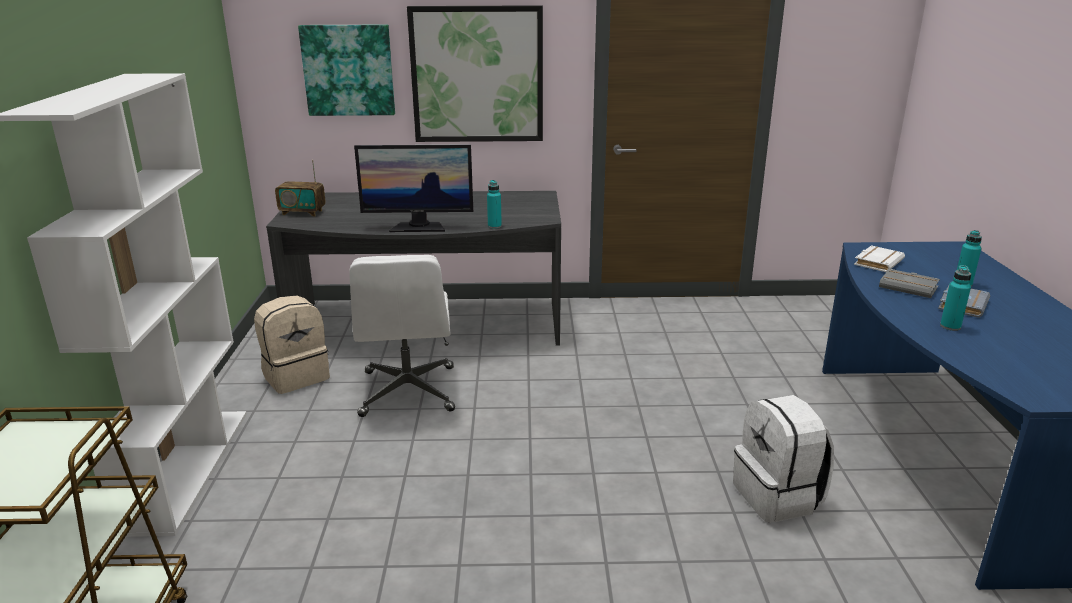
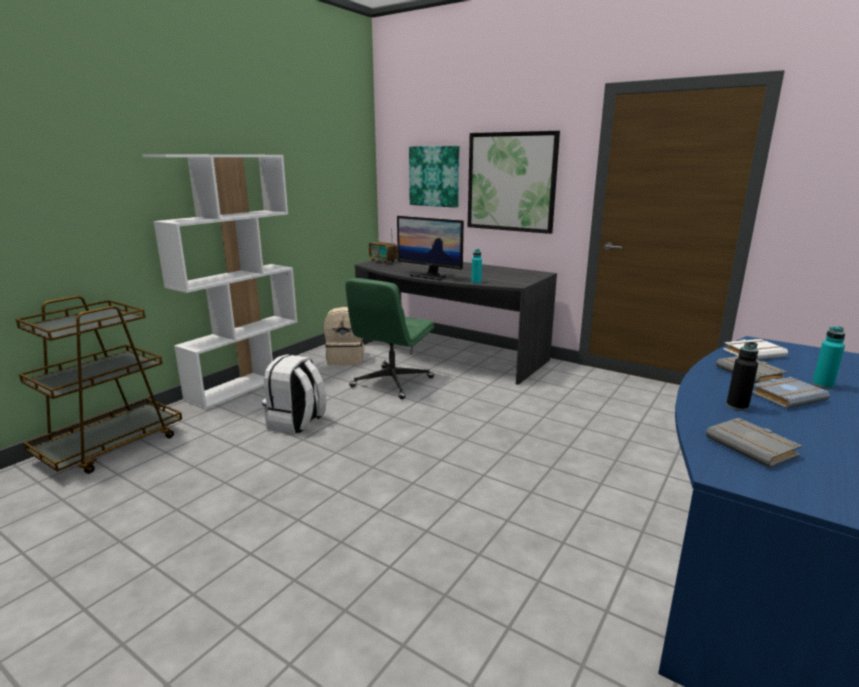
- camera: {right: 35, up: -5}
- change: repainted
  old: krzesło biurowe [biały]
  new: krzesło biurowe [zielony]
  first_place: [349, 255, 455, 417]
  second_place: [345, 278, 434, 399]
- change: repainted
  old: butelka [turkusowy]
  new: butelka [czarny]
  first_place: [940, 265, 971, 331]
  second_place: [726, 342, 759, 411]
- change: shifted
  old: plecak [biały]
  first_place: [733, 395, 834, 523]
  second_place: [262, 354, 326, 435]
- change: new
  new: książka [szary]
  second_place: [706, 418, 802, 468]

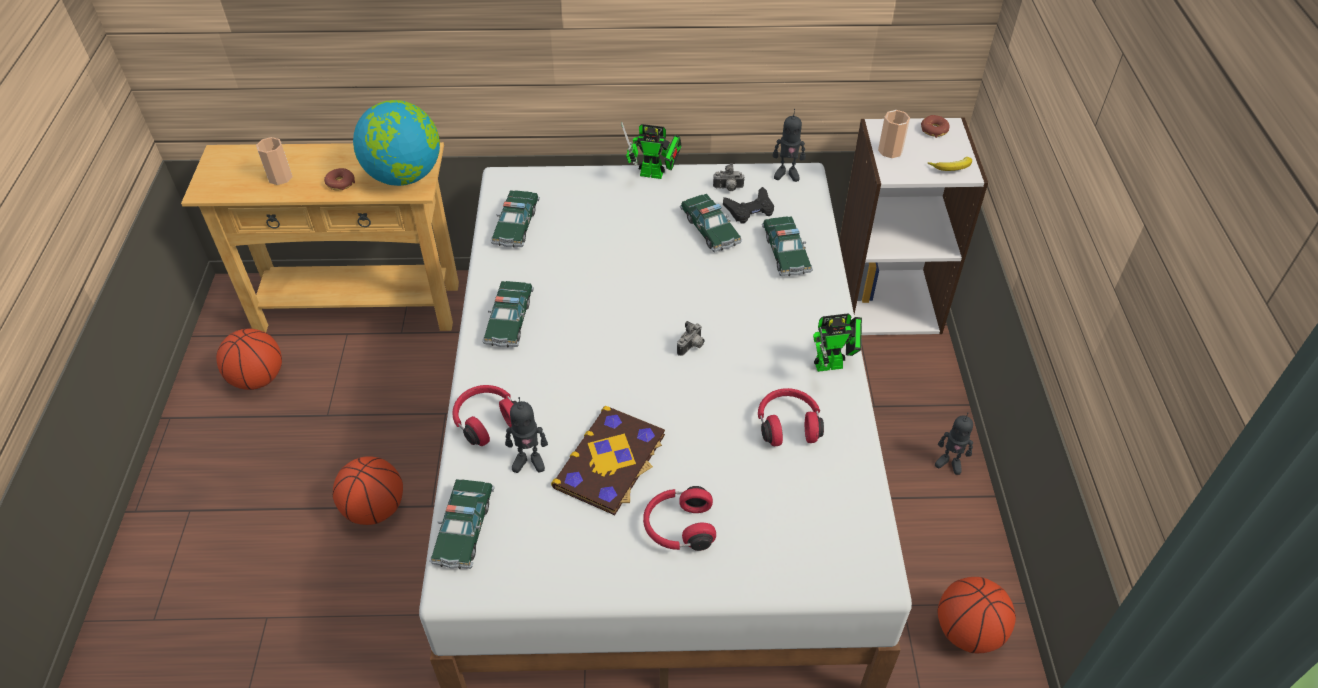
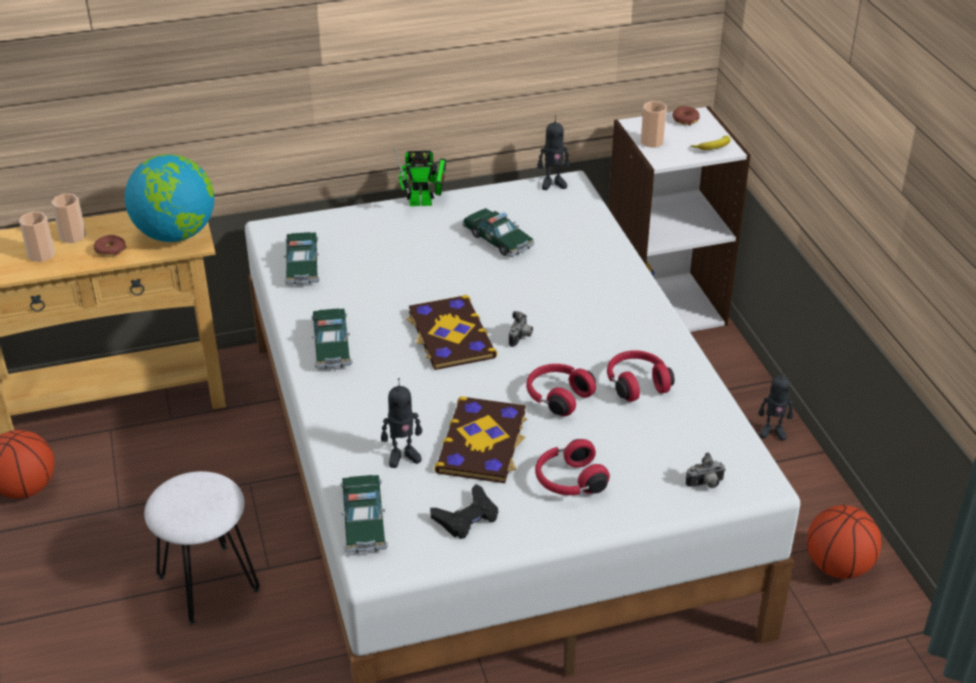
- camera: {right: -15, up: -10}
- change: shifted
  old: aparat fotograficzny
  first_place: [713, 163, 745, 191]
  second_place: [685, 453, 726, 488]
- change: shifted
  old: pad do gier [czarny]
  first_place: [723, 187, 774, 223]
  second_place: [430, 484, 498, 539]
- change: gone
  old: samochodzik
  first_place: [762, 216, 813, 276]
- change: gone
  old: robot zabawkowy
  first_place: [813, 313, 862, 372]
- change: shifted
  old: słuchawki [czerwony]
  first_place: [452, 385, 517, 446]
  second_place: [526, 364, 596, 416]
- change: swapped
  old: piłka do koszykówki
  new: stołek [biały]
  first_place: [333, 456, 403, 525]
  second_place: [144, 471, 260, 624]
- change: new
  new: filiżanka
  second_place: [52, 194, 86, 243]
- change: new
  new: książka
  second_place: [406, 295, 497, 370]

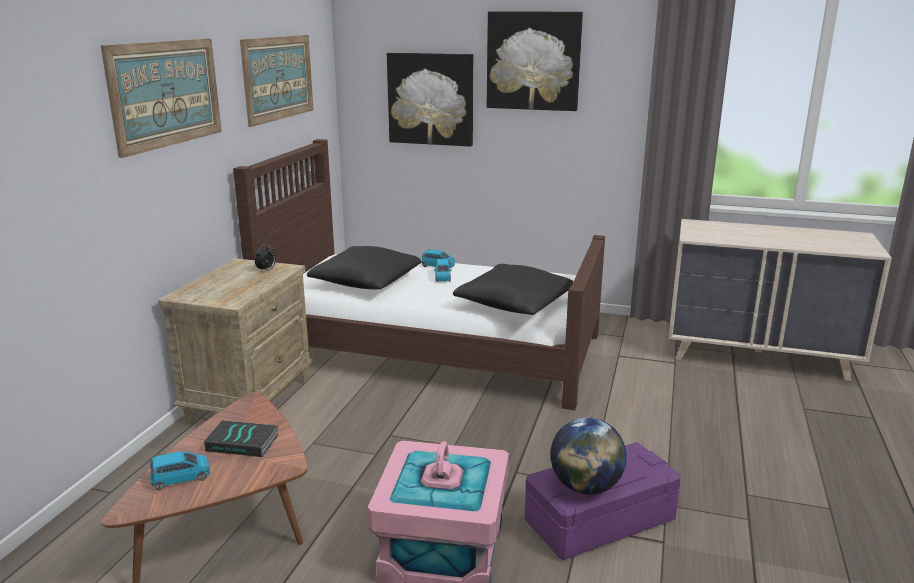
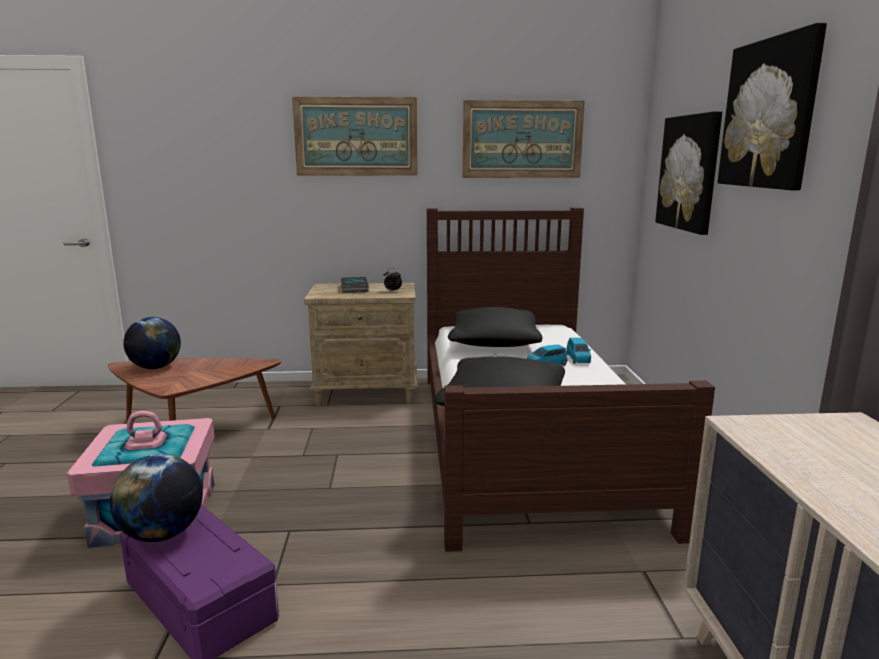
- camera: {right: 70, up: -5}
- change: shifted
  old: książka
  first_place: [204, 420, 278, 457]
  second_place: [341, 277, 369, 293]
- change: swapped
  old: samochodzik [niebieski]
  new: globus
  first_place: [150, 452, 211, 490]
  second_place: [123, 317, 181, 369]

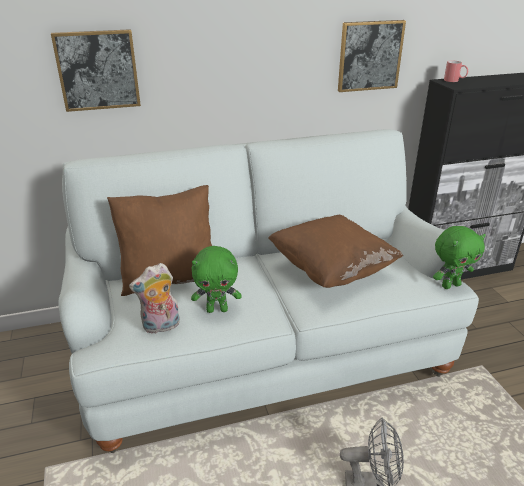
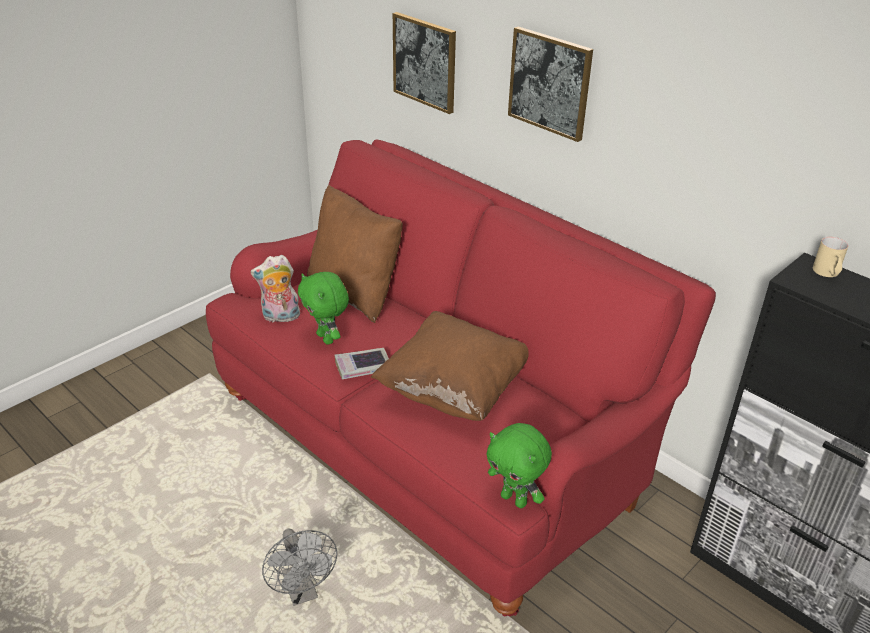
- camera: {right: 60, up: 5}
- change: shifted
  old: obraz
  first_place: [338, 20, 406, 92]
  second_place: [508, 26, 593, 142]
- change: repainted
  old: kubek [czerwony]
  new: kubek [beżowy]
  first_place: [444, 61, 468, 82]
  second_place: [813, 237, 848, 277]
- change: repainted
  old: kanapa [biały]
  new: kanapa [czerwony]
  first_place: [58, 129, 479, 453]
  second_place: [206, 139, 716, 616]
- change: rotated
  old: pluszak
  first_place: [129, 263, 180, 334]
  second_place: [250, 255, 301, 322]
  degrees: -45
- change: new
  new: książka
  second_place: [335, 348, 389, 379]

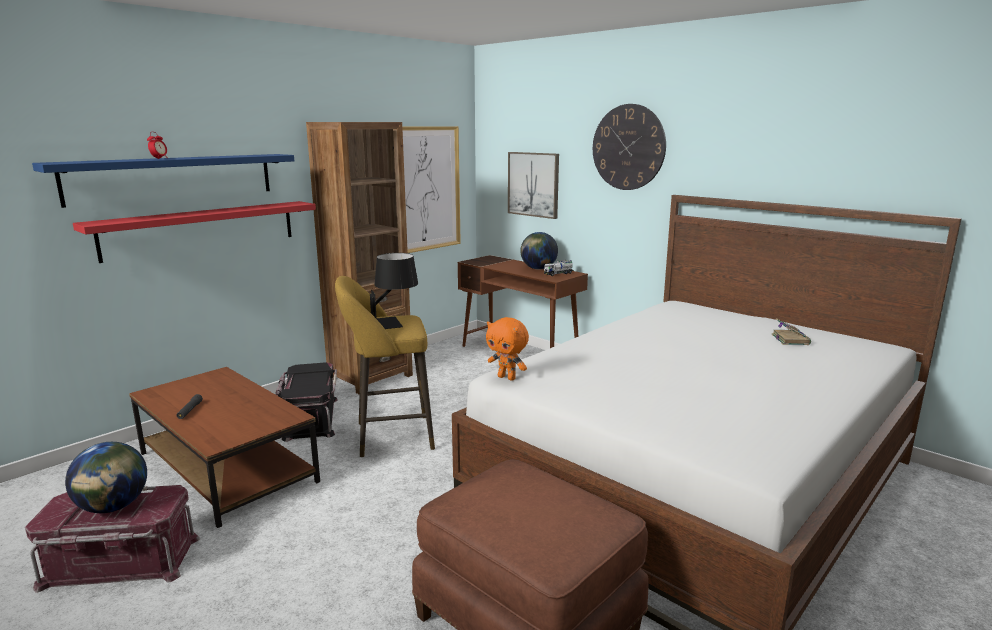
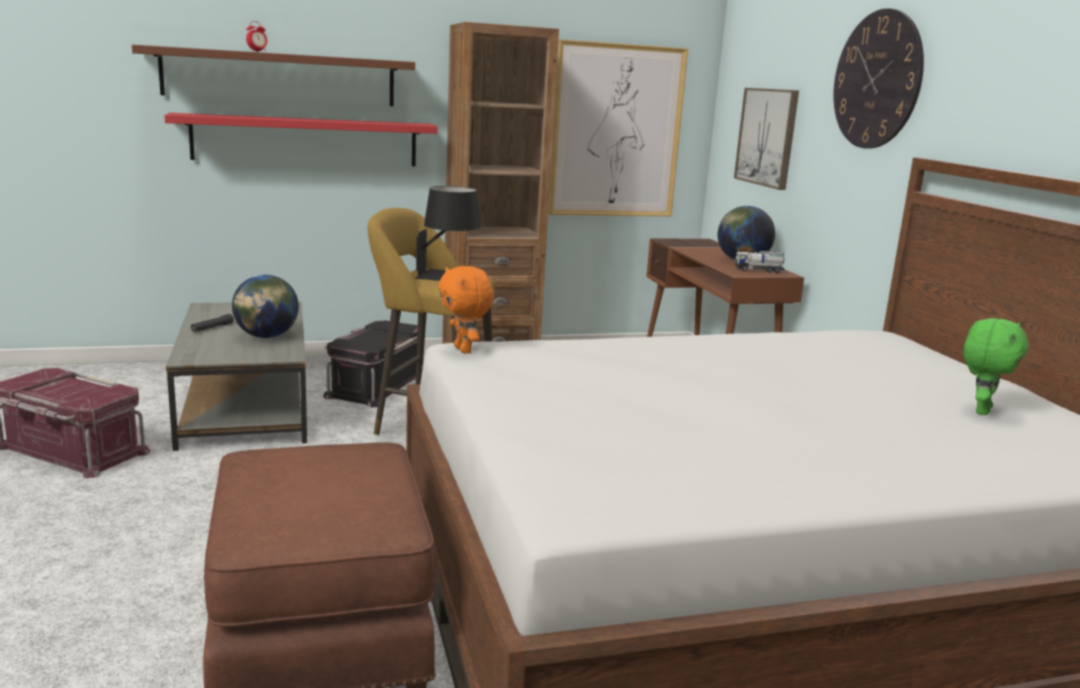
- camera: {right: 30, up: 0}
- change: repainted
  old: półka [niebieski]
  new: półka [brązowy]
  first_place: [32, 154, 294, 208]
  second_place: [132, 45, 415, 106]
- change: swapped
  old: książka
  new: pluszak [zielony]
  first_place: [771, 318, 811, 345]
  second_place: [963, 318, 1029, 415]
- change: repainted
  old: ława [brązowy]
  new: ława [szary]
  first_place: [129, 367, 320, 528]
  second_place: [166, 302, 307, 451]
- change: shifted
  old: globus
  first_place: [65, 442, 147, 513]
  second_place: [232, 275, 299, 338]

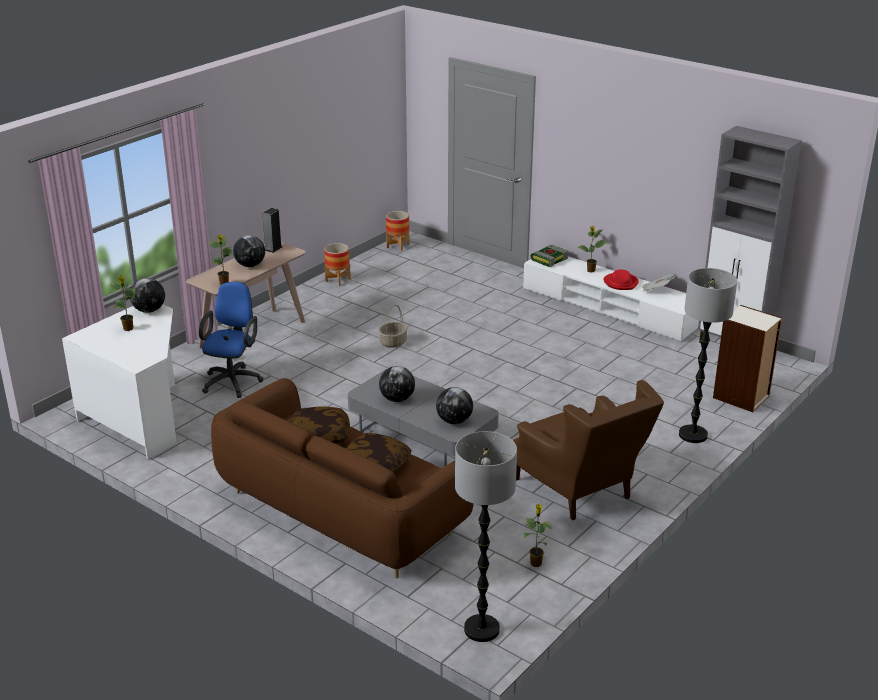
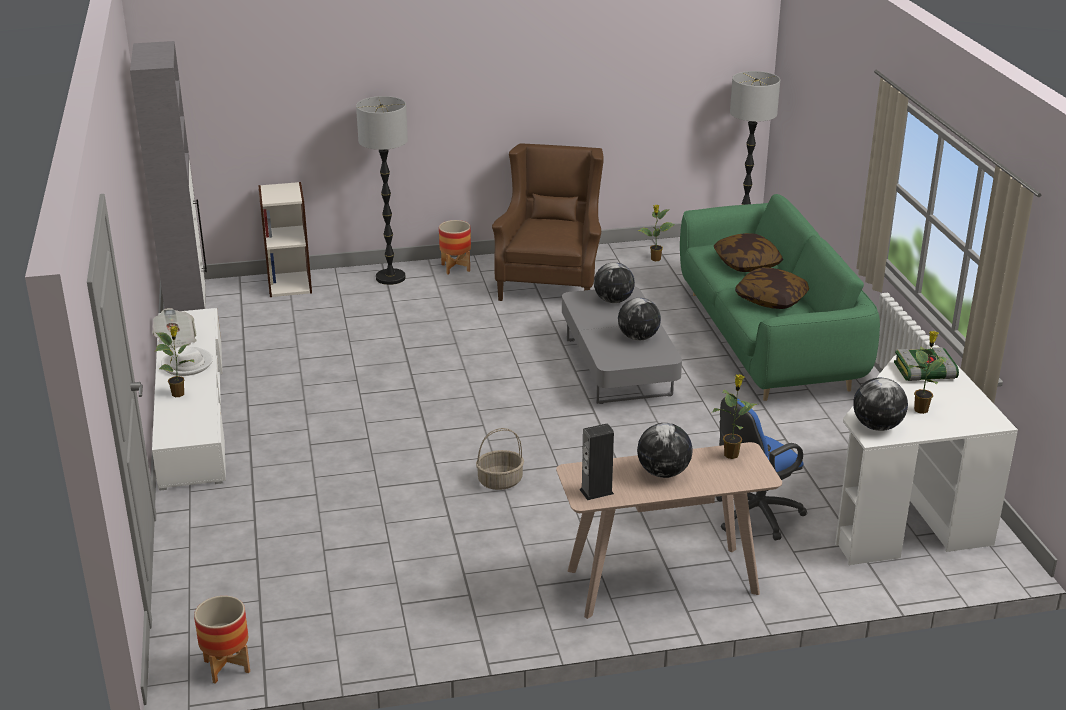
- camera: {right: -140, up: 0}
- change: shifted
  old: donica
  first_place: [324, 243, 351, 286]
  second_place: [439, 220, 471, 275]
- change: shifted
  old: książka
  first_place: [530, 245, 569, 267]
  second_place: [894, 347, 959, 381]
- change: repainted
  old: kapelusz [czerwony]
  new: kapelusz [biały]
  first_place: [604, 269, 639, 290]
  second_place: [161, 347, 213, 376]
- change: repainted
  old: kanapa [brązowy]
  new: kanapa [zielony]
  first_place: [211, 378, 474, 578]
  second_place: [680, 194, 880, 401]

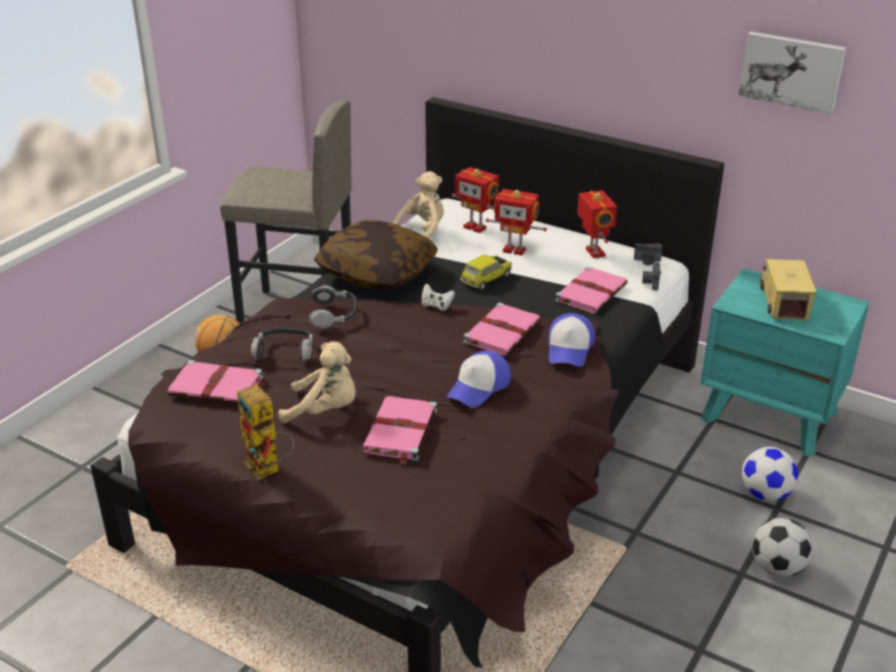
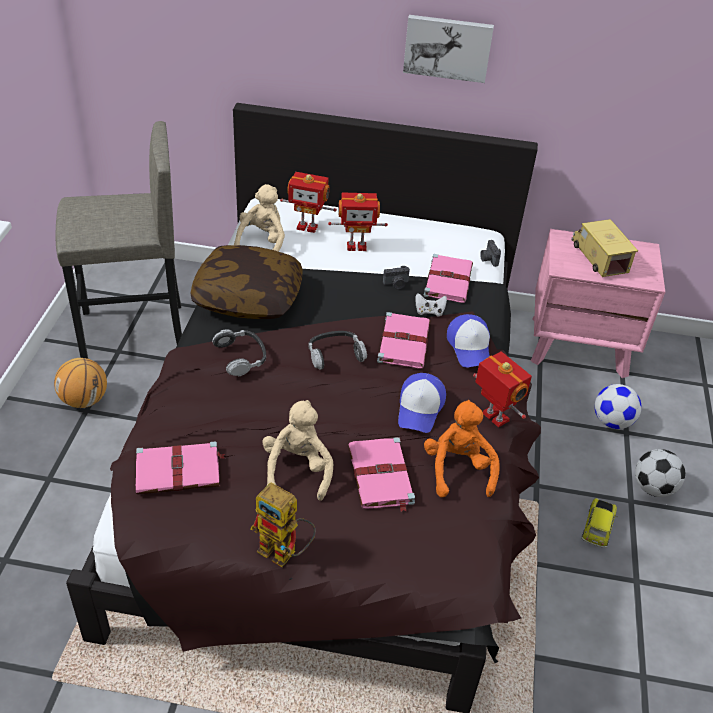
- camera: {right: -25, up: 10}
- change: shifted
  old: obraz
  first_place: [738, 32, 846, 114]
  second_place: [403, 15, 494, 83]
- change: shifted
  old: robot zabawkowy
  first_place: [577, 190, 617, 258]
  second_place: [473, 351, 532, 427]
- change: shifted
  old: aparat fotograficzny
  first_place: [634, 243, 663, 265]
  second_place: [383, 266, 410, 289]
- change: shifted
  old: samochodzik
  first_place: [460, 255, 512, 290]
  second_place: [581, 498, 618, 548]
- change: repainted
  old: szafka nocna [turkusowy]
  new: szafka nocna [różowy]
  first_place: [700, 268, 870, 456]
  second_place: [531, 229, 665, 378]
- change: shifted
  old: pad do gier [biały]
  first_place: [422, 284, 455, 311]
  second_place: [415, 293, 447, 316]
- change: shifted
  old: słuchawki
  first_place: [251, 327, 313, 361]
  second_place: [309, 331, 367, 370]
- change: rotated
  old: pluszak [beżowy]
  first_place: [278, 342, 356, 424]
  second_place: [262, 400, 333, 501]
  degrees: -75
- change: new
  new: pluszak [pomarańczowy]
  second_place: [424, 400, 500, 498]

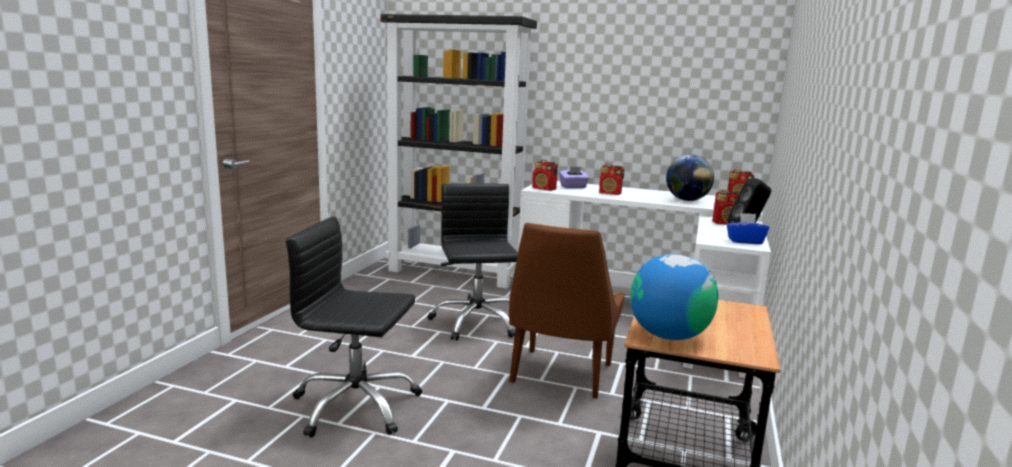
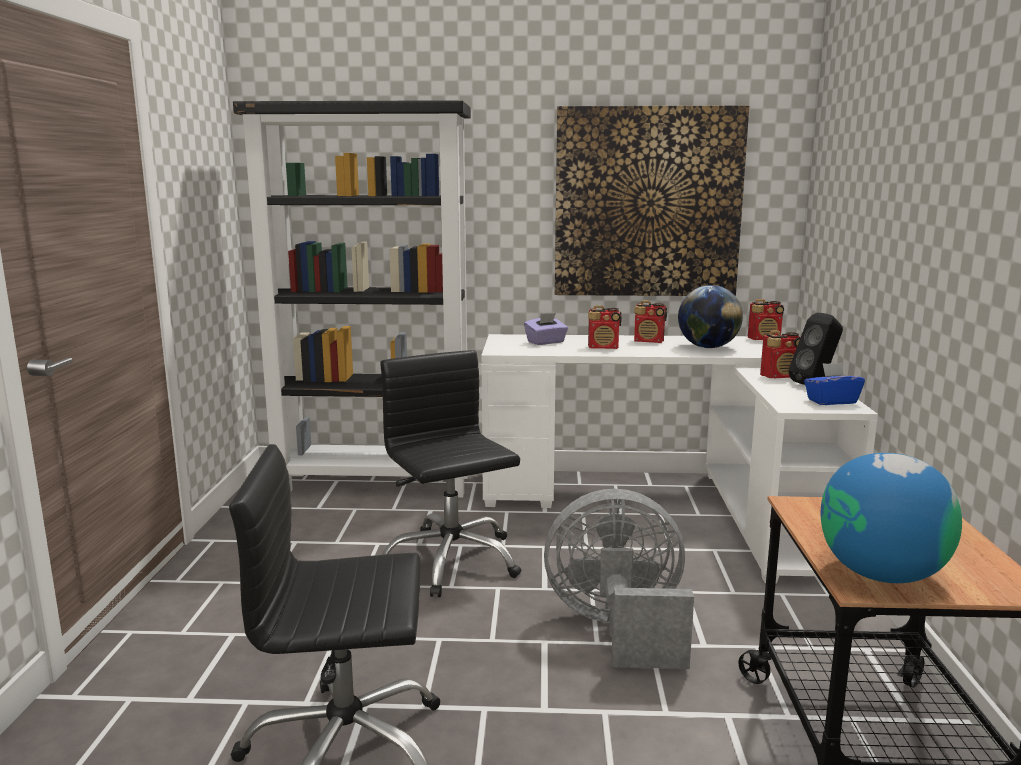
- camera: {right: -15, up: 0}
- change: shifted
  old: radio
  first_place: [532, 159, 558, 191]
  second_place: [634, 300, 667, 343]
- change: swapped
  old: krzesło [brązowy]
  new: wentylator [szary]
  first_place: [509, 223, 625, 399]
  second_place: [544, 489, 694, 669]
- change: new
  new: obraz
  second_place: [555, 105, 749, 296]

